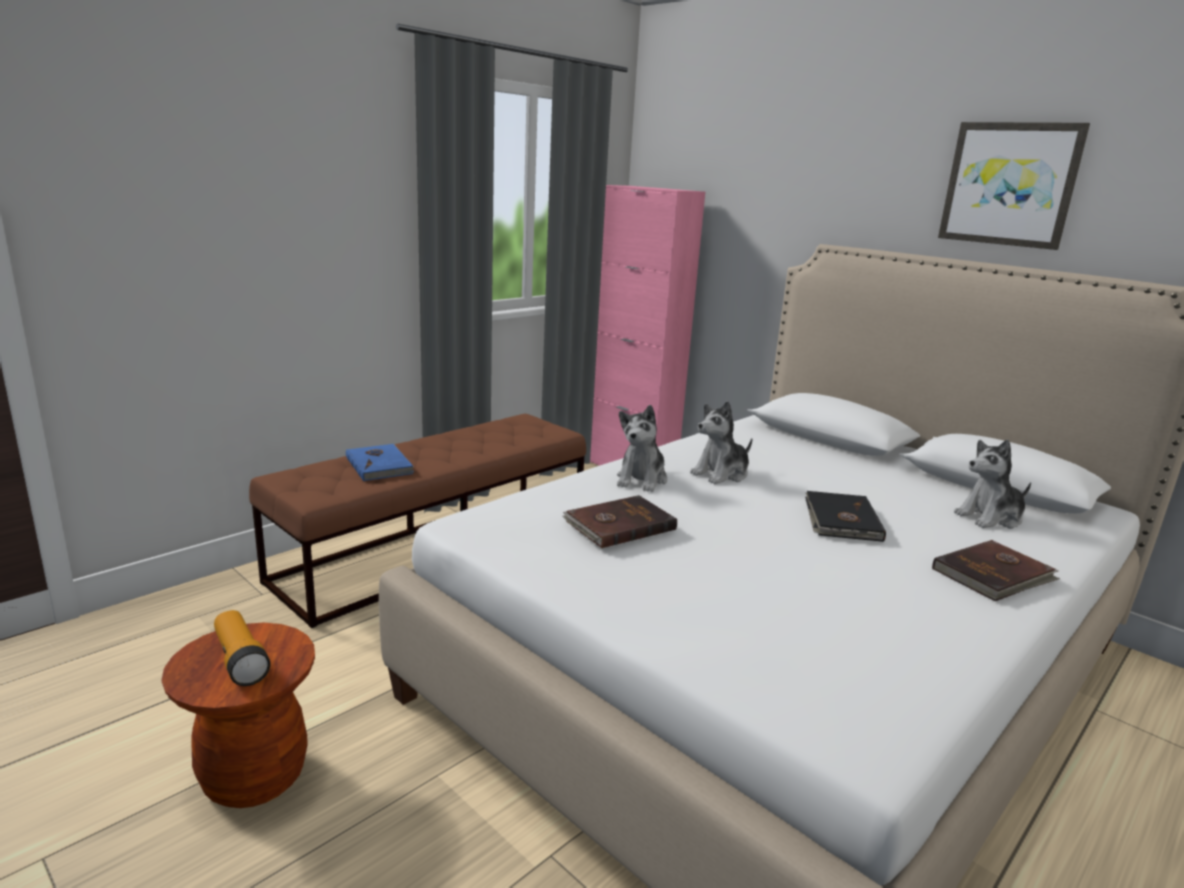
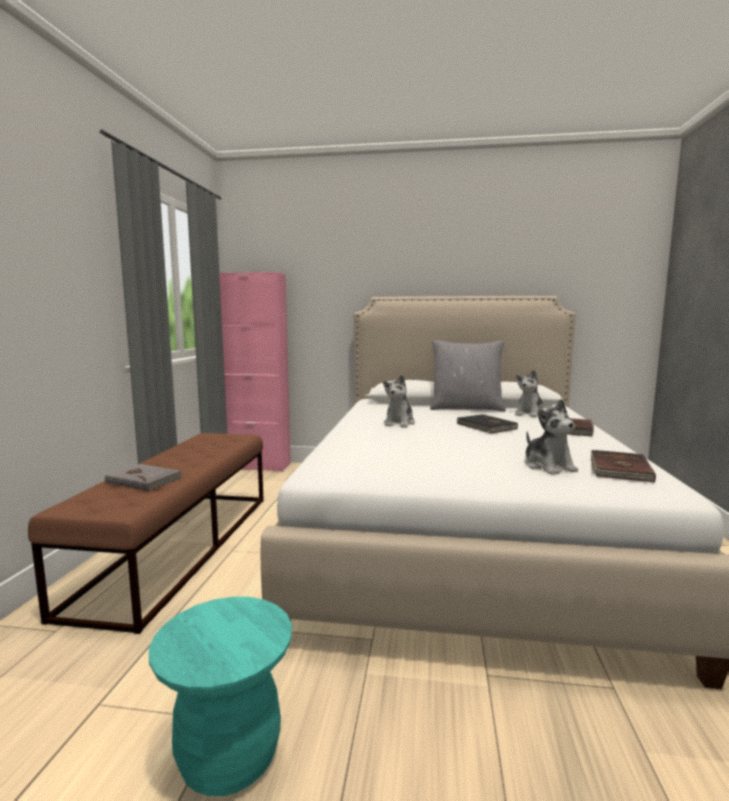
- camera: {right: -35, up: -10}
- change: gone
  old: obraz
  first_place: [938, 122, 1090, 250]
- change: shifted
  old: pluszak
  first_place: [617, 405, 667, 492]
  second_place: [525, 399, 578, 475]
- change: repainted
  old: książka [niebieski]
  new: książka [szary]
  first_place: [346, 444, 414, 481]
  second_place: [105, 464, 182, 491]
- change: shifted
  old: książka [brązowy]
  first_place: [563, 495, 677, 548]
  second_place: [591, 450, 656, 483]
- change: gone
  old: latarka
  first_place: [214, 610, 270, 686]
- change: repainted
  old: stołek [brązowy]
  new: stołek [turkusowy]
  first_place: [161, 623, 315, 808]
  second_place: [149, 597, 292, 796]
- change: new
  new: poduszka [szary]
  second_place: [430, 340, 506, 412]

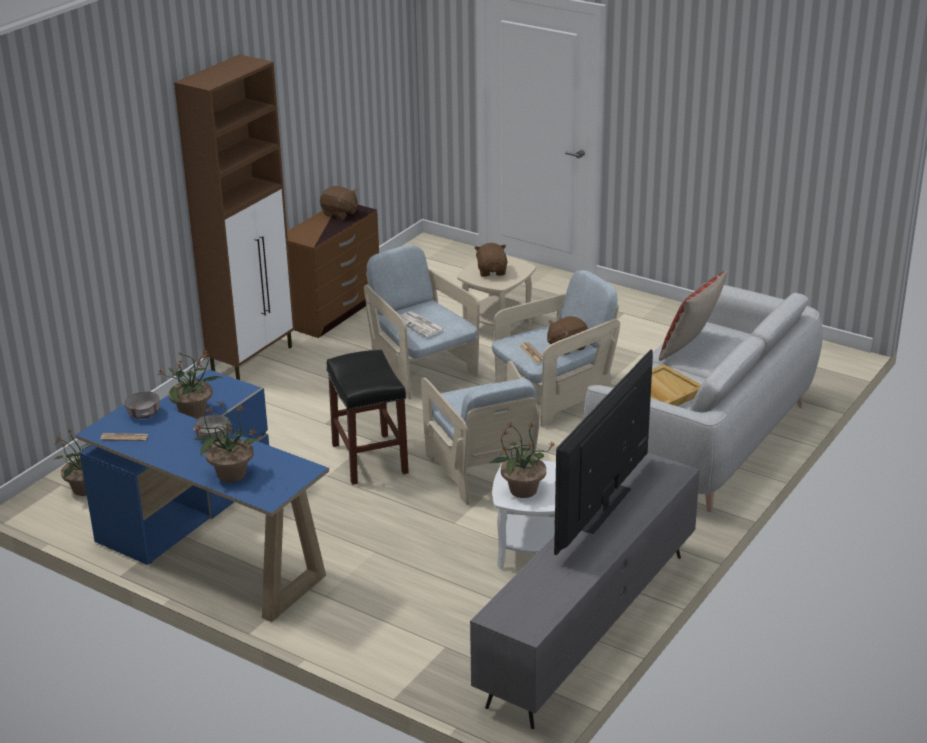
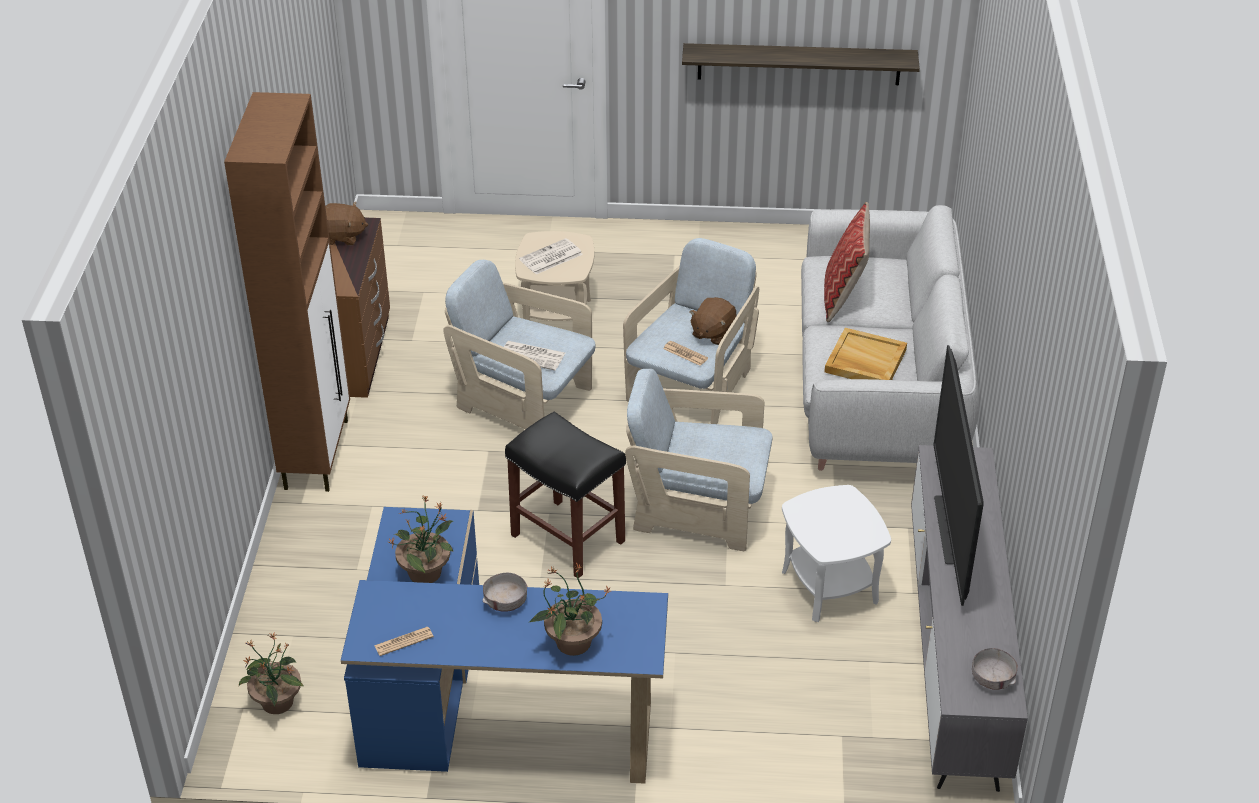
- camera: {right: -30, up: 10}
- change: swapped
  old: pluszak [brązowy]
  new: gazeta
  first_place: [474, 243, 507, 277]
  second_place: [519, 238, 583, 275]
- change: rotated
  old: fotel [beżowy]
  first_place: [421, 361, 540, 505]
  second_place: [625, 369, 772, 551]
  degrees: 150
- change: shifted
  old: miska [szary]
  first_place: [125, 391, 160, 419]
  second_place: [972, 648, 1018, 690]
- change: gone
  old: roślina doniczkowa
  first_place: [488, 422, 554, 498]
- change: new
  new: półka
  second_place: [682, 43, 920, 85]

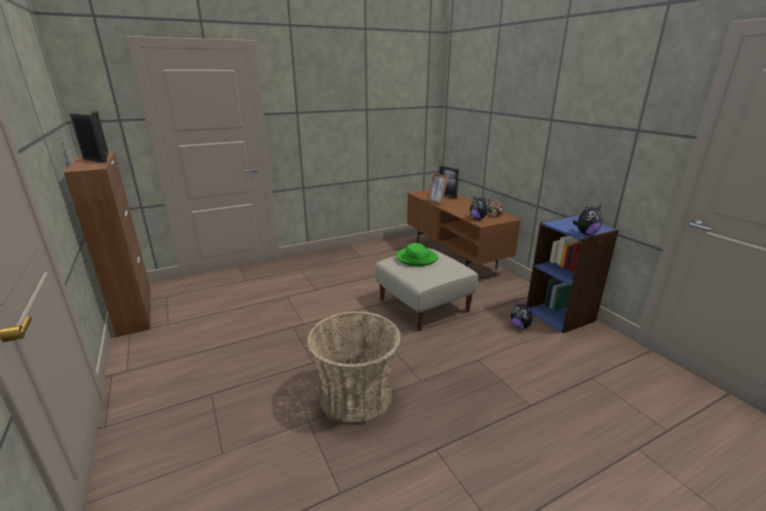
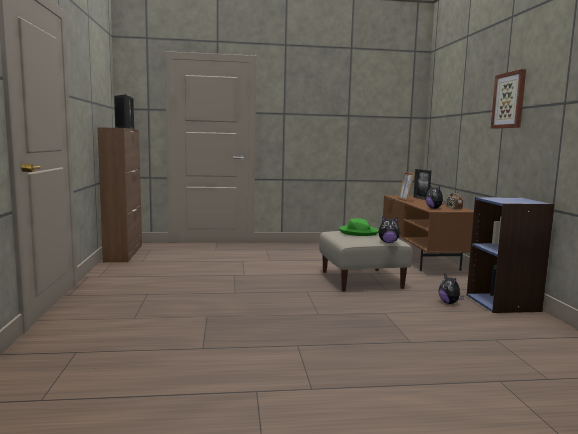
- camera: {right: 20, up: -15}
- change: shifted
  old: pluszak
  first_place: [572, 205, 602, 235]
  second_place: [378, 216, 400, 243]
- change: gone
  old: koszyk
  first_place: [306, 311, 401, 425]
- change: new
  new: obraz
  second_place: [491, 69, 526, 129]

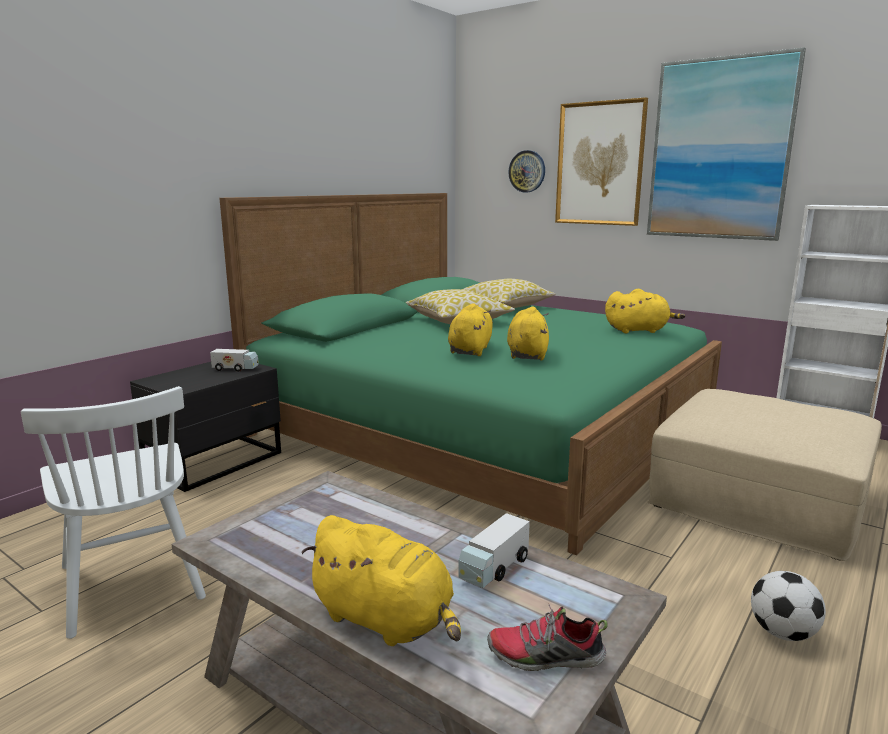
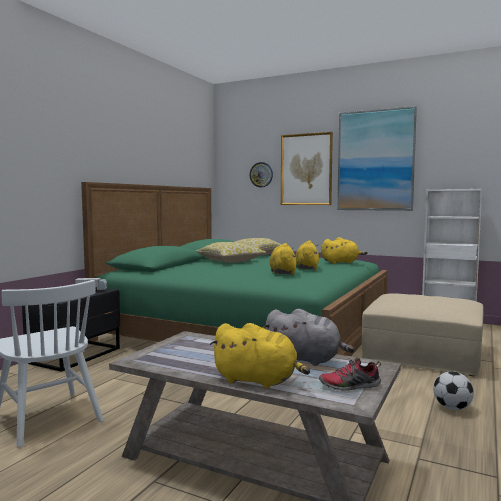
- camera: {right: -10, up: -10}
- change: shifted
  old: pluszak [żółty]
  first_place: [448, 303, 493, 356]
  second_place: [296, 240, 319, 270]
- change: swapped
  old: ciężarówka zabawkowa
  new: pluszak [szary]
  first_place: [458, 513, 530, 588]
  second_place: [263, 309, 355, 366]

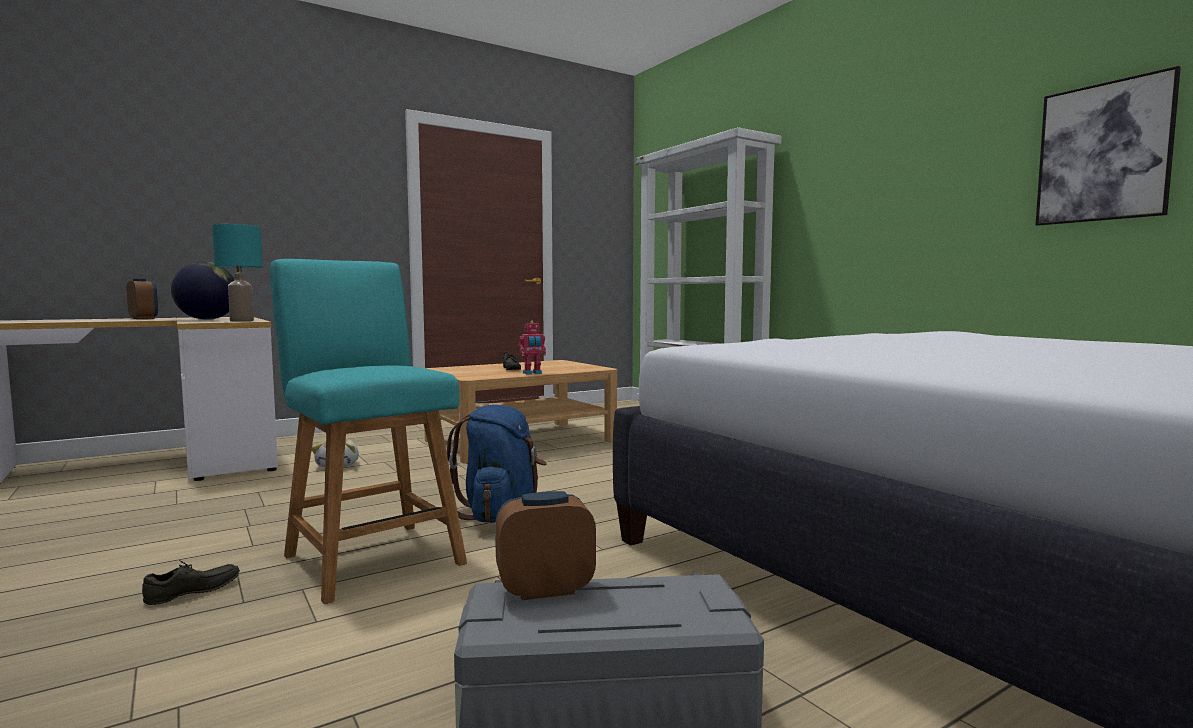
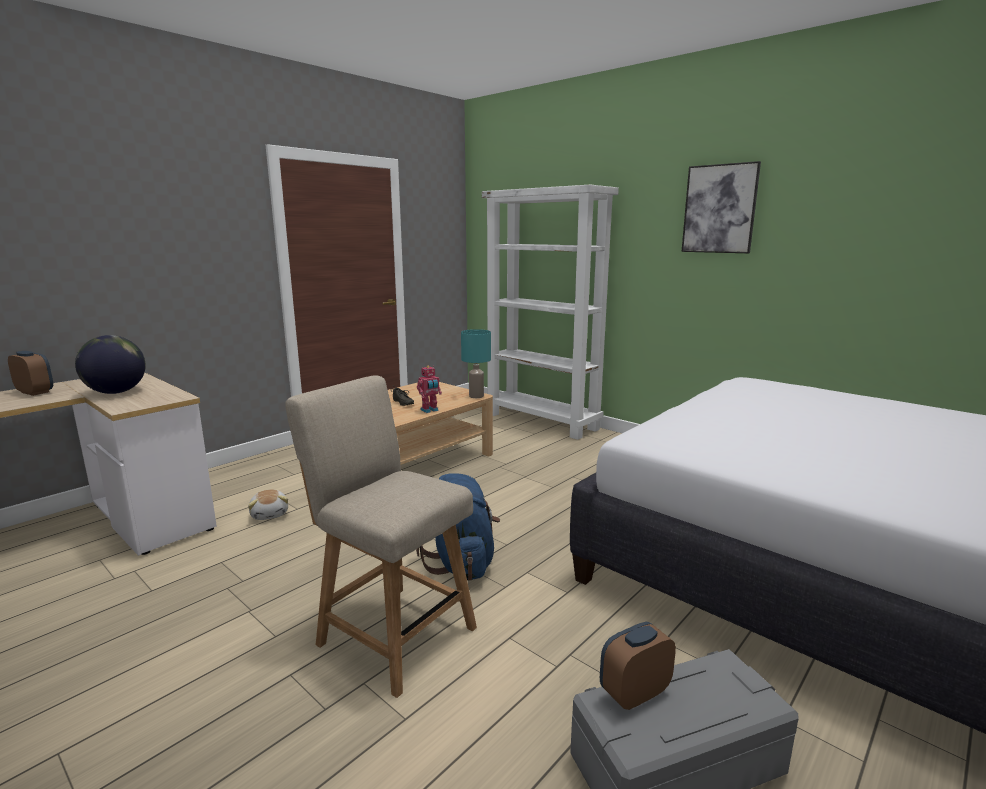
- camera: {right: -15, up: 10}
- change: shifted
  old: obraz
  first_place: [1036, 66, 1181, 226]
  second_place: [681, 161, 761, 253]
- change: shifted
  old: lampa stołowa [turkusowy]
  first_place: [212, 224, 263, 321]
  second_place: [461, 329, 491, 398]
- change: repainted
  old: krzesło [turkusowy]
  new: krzesło [beżowy]
  first_place: [270, 259, 467, 604]
  second_place: [285, 375, 477, 698]
- change: gone
  old: but [szary]
  first_place: [142, 560, 240, 605]

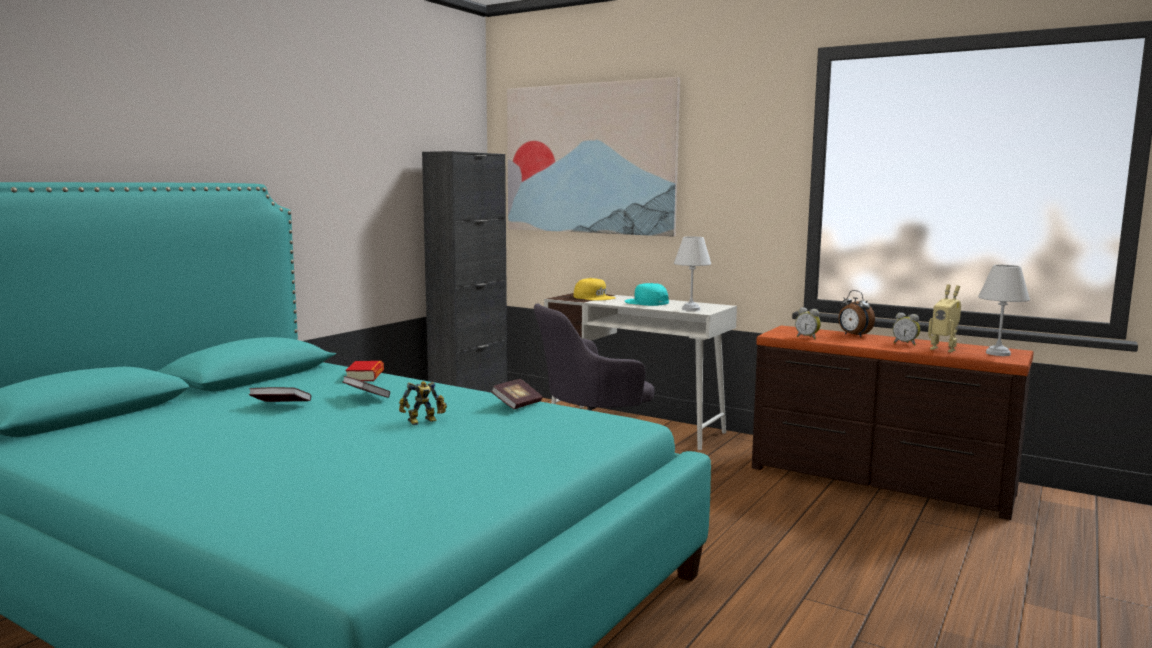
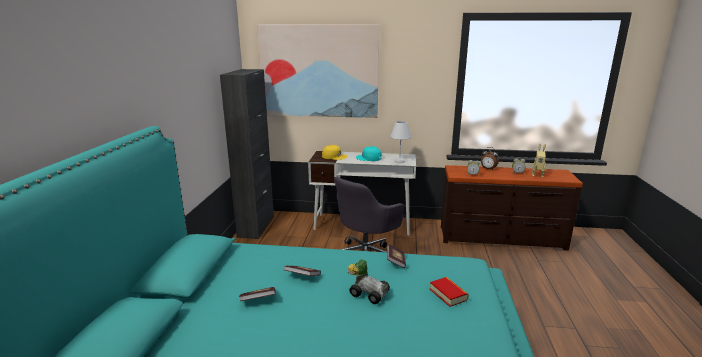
- camera: {right: -25, up: 10}
- change: gone
  old: lampa stołowa [biały]
  first_place: [978, 265, 1030, 356]
- change: shifted
  old: książka
  first_place: [345, 361, 384, 381]
  second_place: [430, 277, 469, 307]
- change: swapped
  old: robot zabawkowy
  new: samochodzik
  first_place: [399, 381, 447, 425]
  second_place: [347, 259, 390, 304]

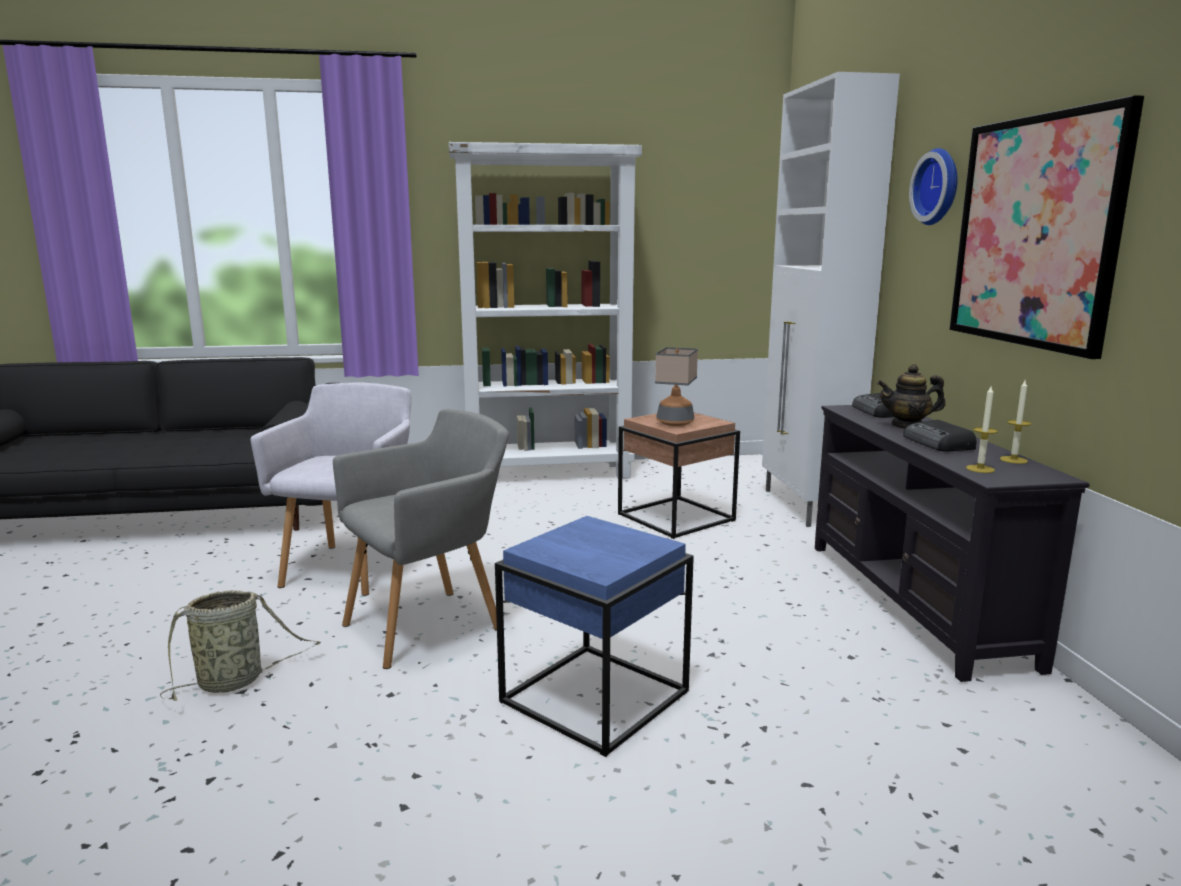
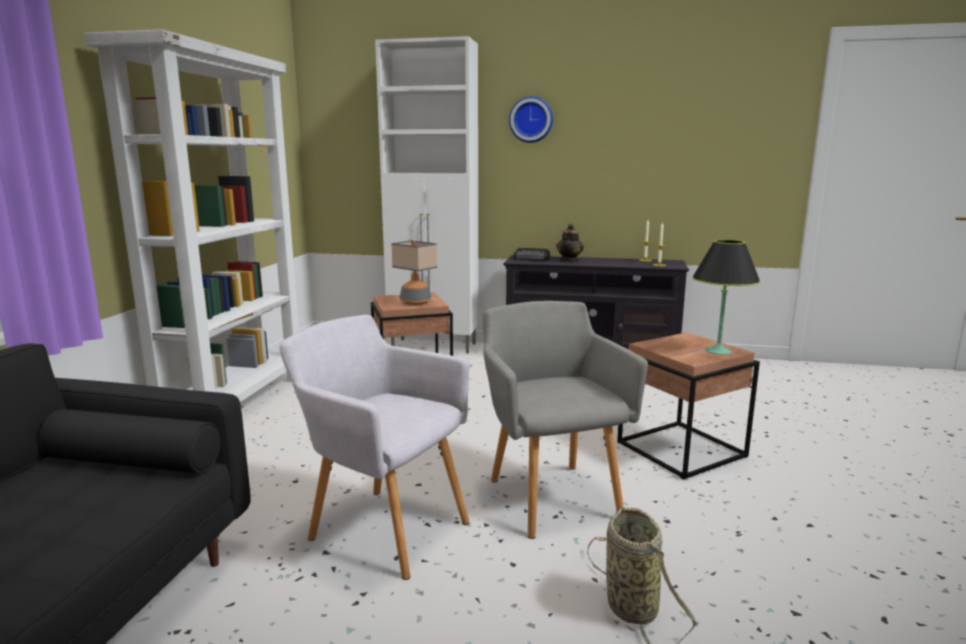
- camera: {right: -70, up: 0}
- change: gone
  old: obraz
  first_place: [949, 95, 1144, 359]
- change: gone
  old: radio
  first_place: [903, 420, 977, 452]
- change: repainted
  old: stolik [niebieski]
  new: stolik [brązowy]
  first_place: [495, 516, 694, 757]
  second_place: [617, 332, 760, 480]
- change: new
  new: lampa stołowa [czarny]
  second_place: [692, 240, 760, 355]

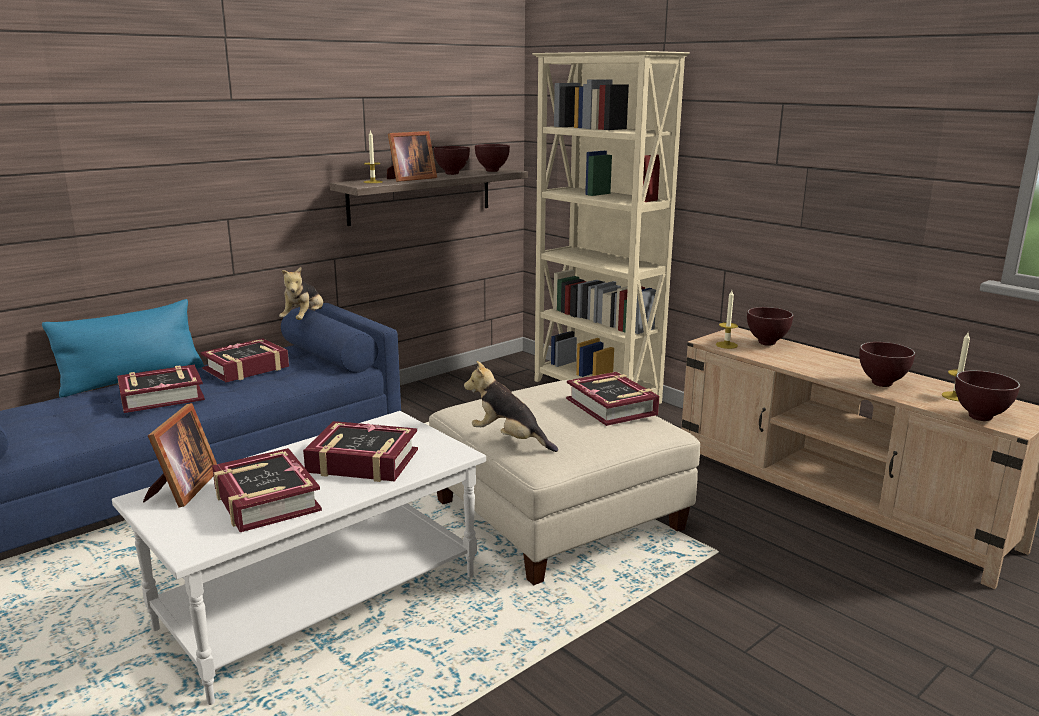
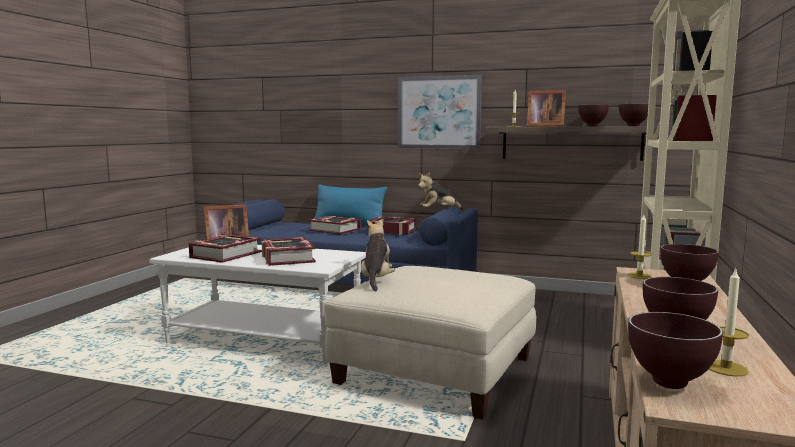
- camera: {right: 60, up: -10}
- change: gone
  old: książka
  first_place: [566, 372, 659, 426]
- change: new
  new: obraz
  second_place: [398, 75, 482, 149]

